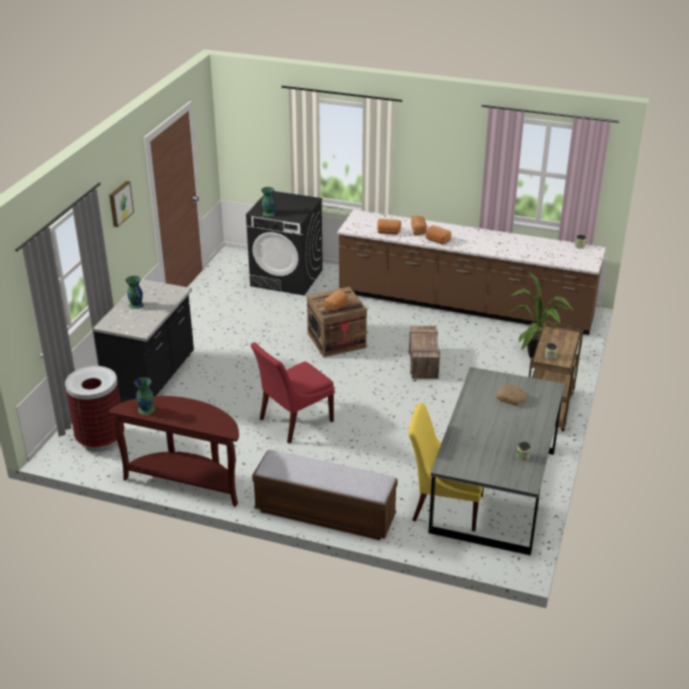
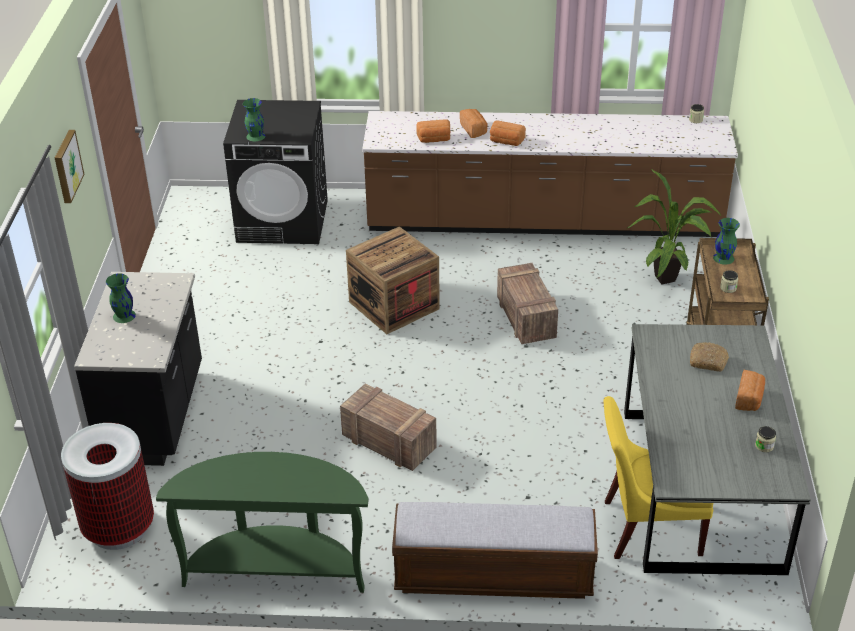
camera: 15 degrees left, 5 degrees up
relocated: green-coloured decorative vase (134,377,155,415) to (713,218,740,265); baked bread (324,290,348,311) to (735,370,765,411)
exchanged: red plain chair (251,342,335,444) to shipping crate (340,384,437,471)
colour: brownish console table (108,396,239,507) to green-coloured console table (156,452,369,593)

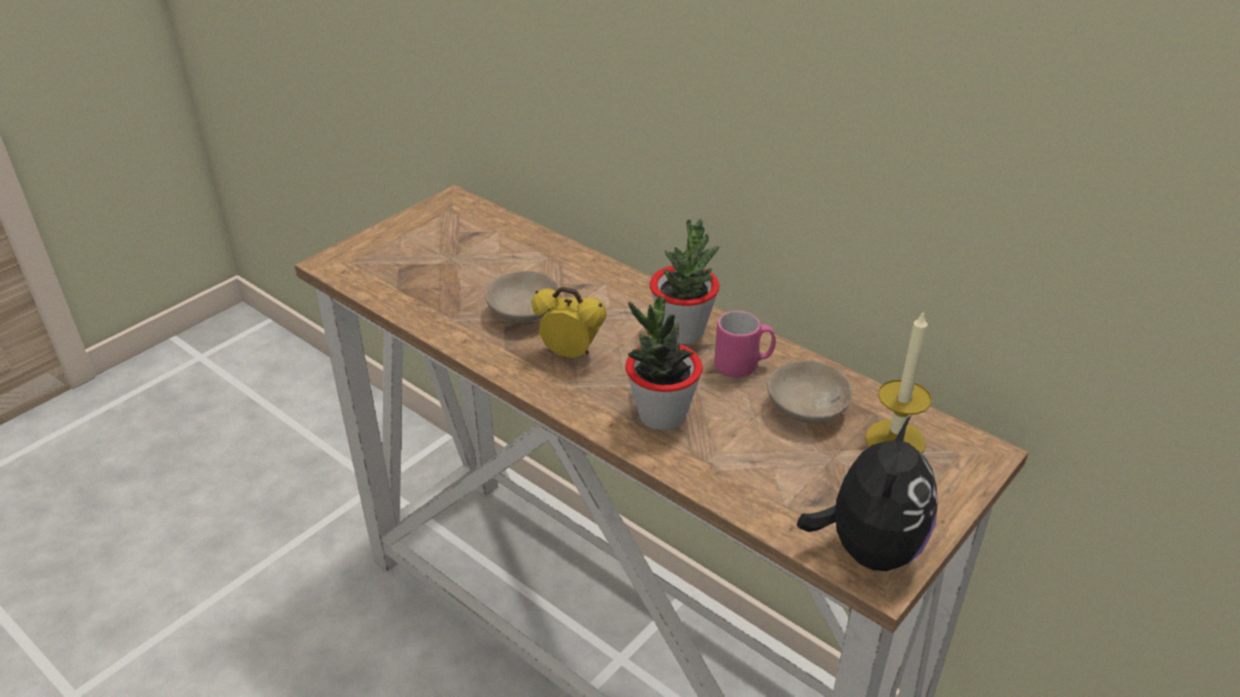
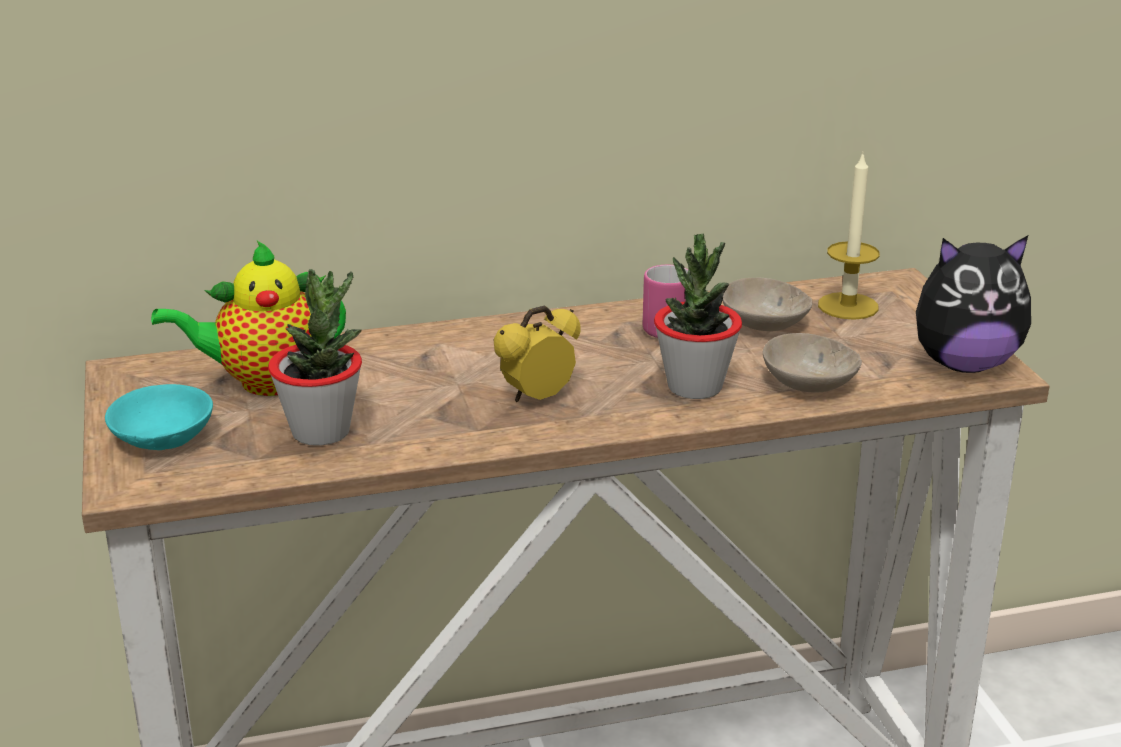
camera: 55 degrees left, 10 degrees down
appeared: turquoise bowl (105,384,213,450); pot for tea (151,241,346,396)
relocated: sand-coloured bowl (485,271,560,323) to (763,333,862,393); potted plant (650,219,720,344) to (268,269,362,446)
spun: plush toy (797,416,938,571) = (916,235,1031,373) 120 degrees clockwise

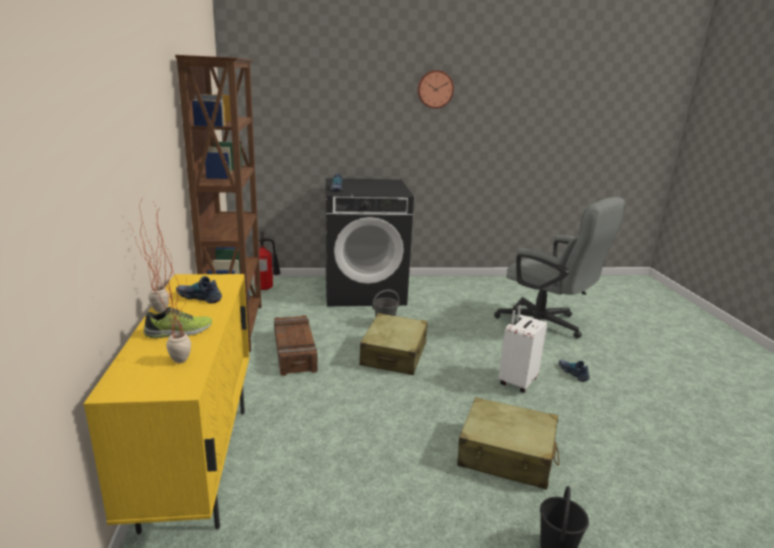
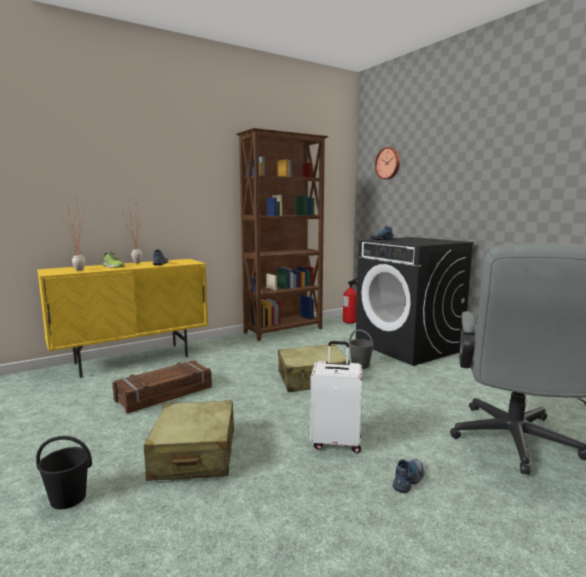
camera: 65 degrees right, 10 degrees down
relocated: shipping crate (274,315,318,376) to (112,361,212,414); hanging clock (418,70,454,109) to (375,147,400,180)

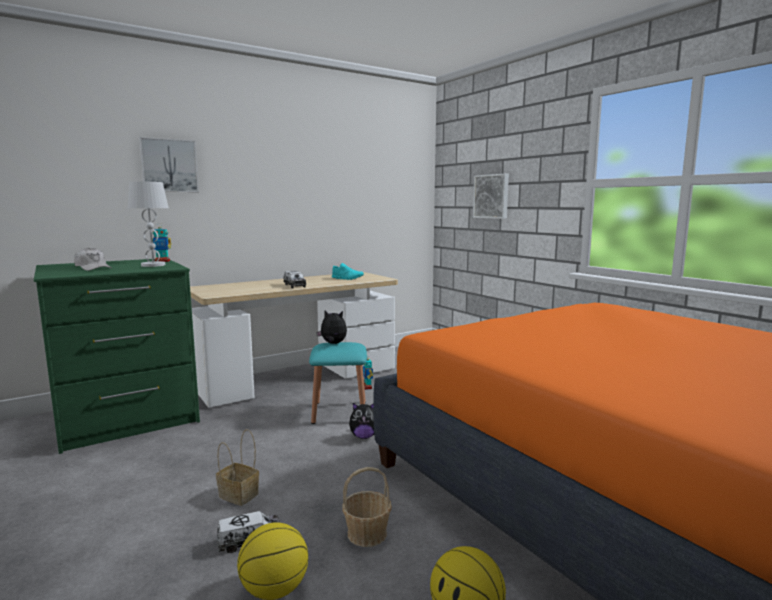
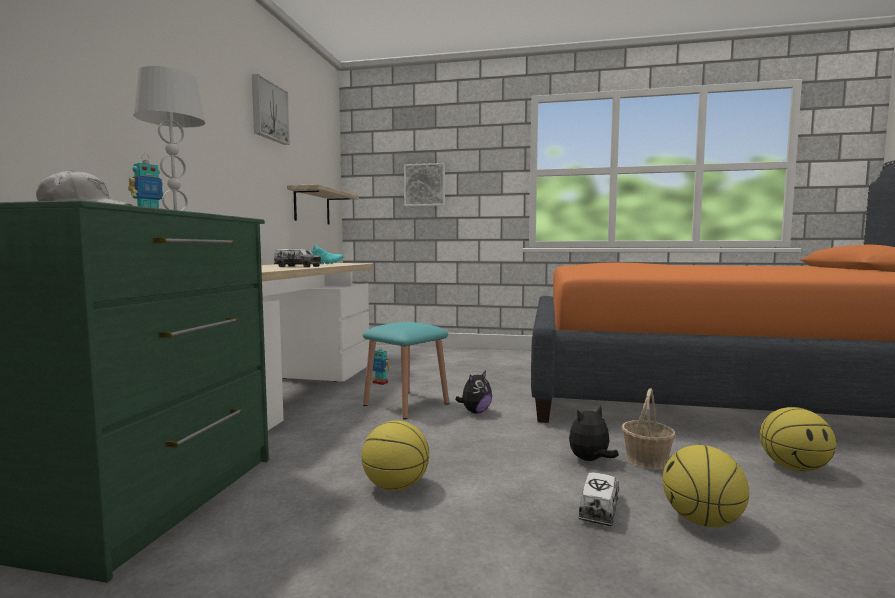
camera: 45 degrees left, 5 degrees down
missing: household basket (216,429,259,506)
appeared: wall shelf (287,184,359,224); ball for basketball (362,420,429,491)
relocated: wall art (139,137,199,192) to (252,74,290,145); plush toy (316,310,347,344) to (569,405,619,461)

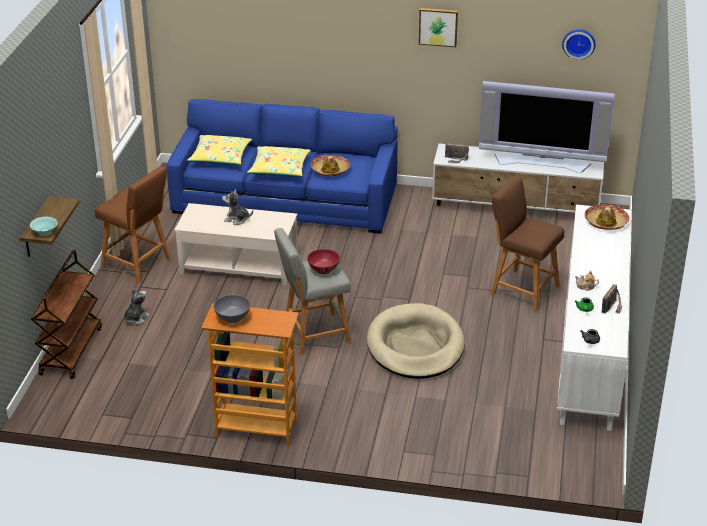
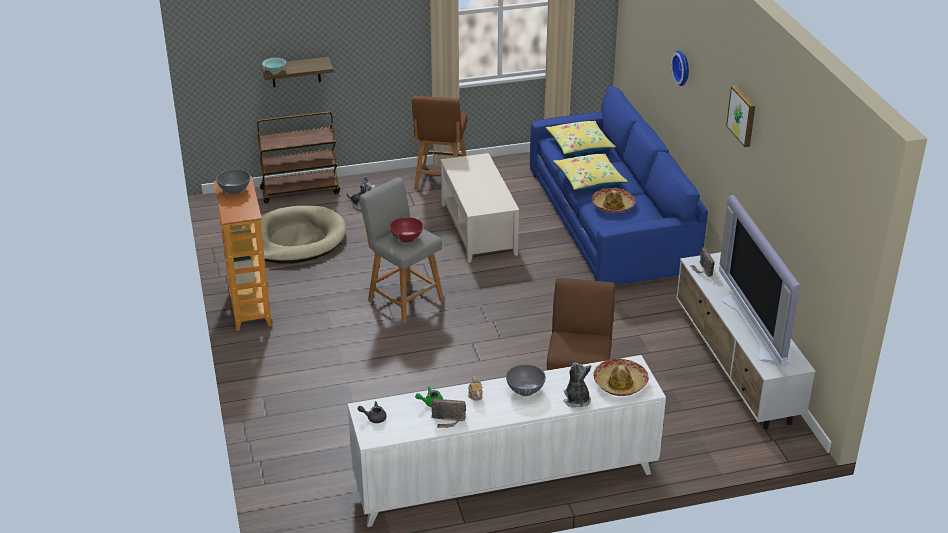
camera: 65 degrees right, 0 degrees up
appeared: gray bowl (506,364,546,396)
relocated: plush toy (222,189,253,225) to (563,363,591,408); sand-coloured dog bed (367,303,465,379) to (260,205,346,264); hanging clock (562,29,596,60) to (671,50,689,86)

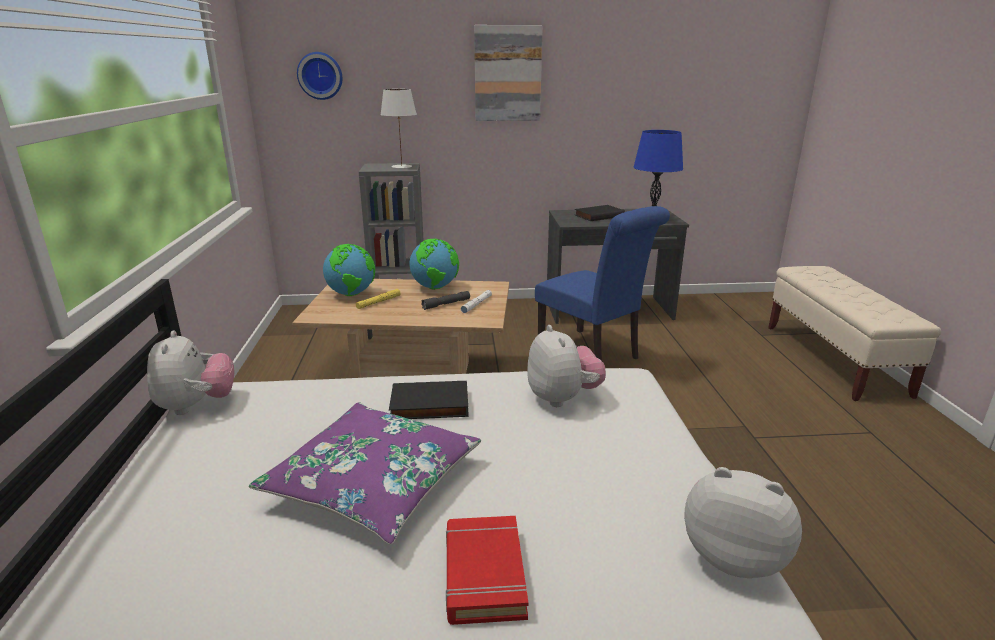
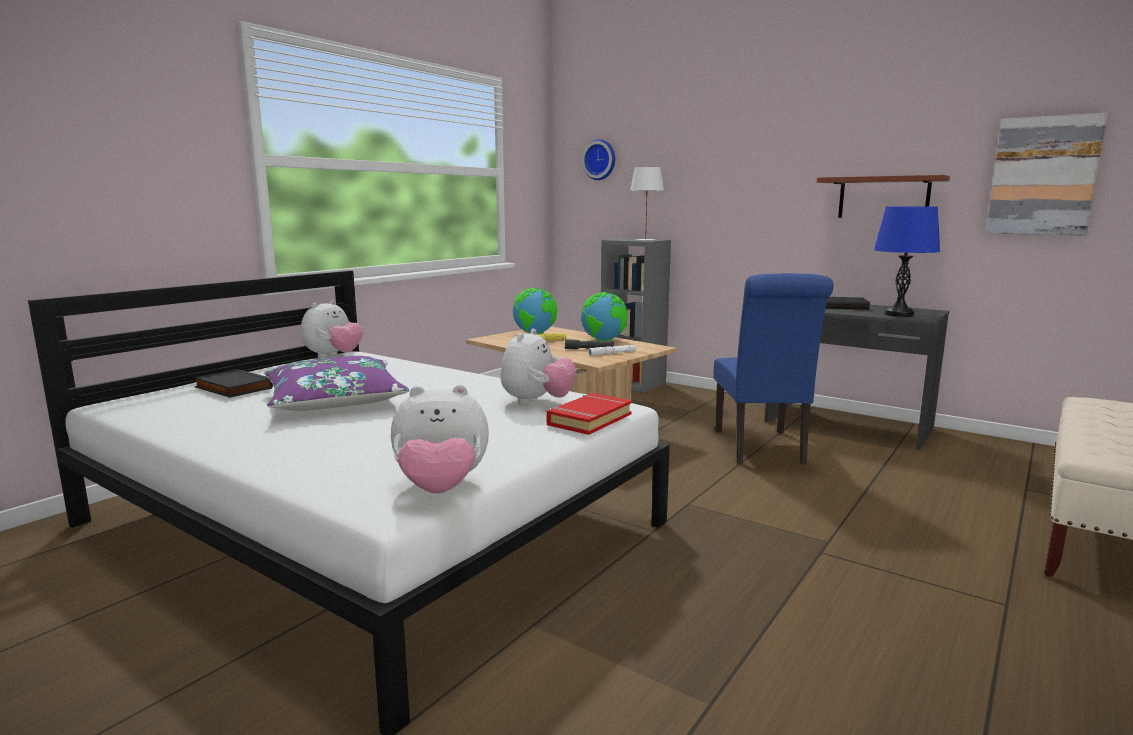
camera: 40 degrees right, 10 degrees down
appeared: wall shelf (817,175,950,218)
relocated: black book (389,381,469,419) to (194,369,273,398); red book (446,516,528,625) to (547,393,632,435); wall art (474,25,543,121) to (986,113,1108,236)
spun: plush toy (684,467,802,578) = (391,385,489,493) 105 degrees clockwise

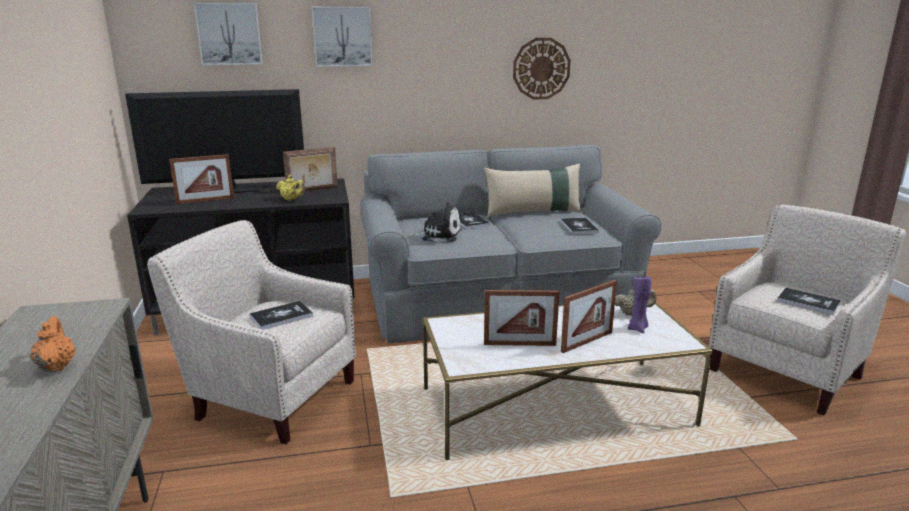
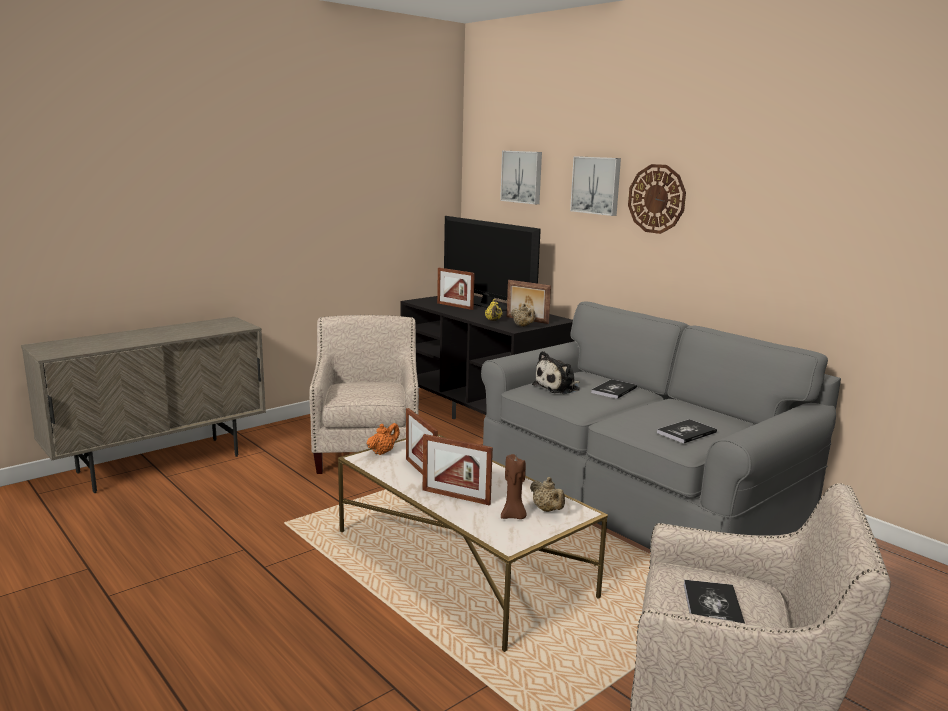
camera: 60 degrees right, 5 degrees down
missing: book (249,301,313,330); sand-coloured pillow (484,164,582,217)
appeared: sand-coloured pot for tea (511,304,536,327)
relocated: orange-coloured pot for tea (30,316,76,373) to (366,423,400,455); hanging clock (513,38,571,100) to (628,164,686,234)
colour: purplish wax candle (628,276,652,333) to brownish wax candle (501,454,527,519)
spun: plush toy (408,202,461,243) = (532,351,580,394) 75 degrees clockwise

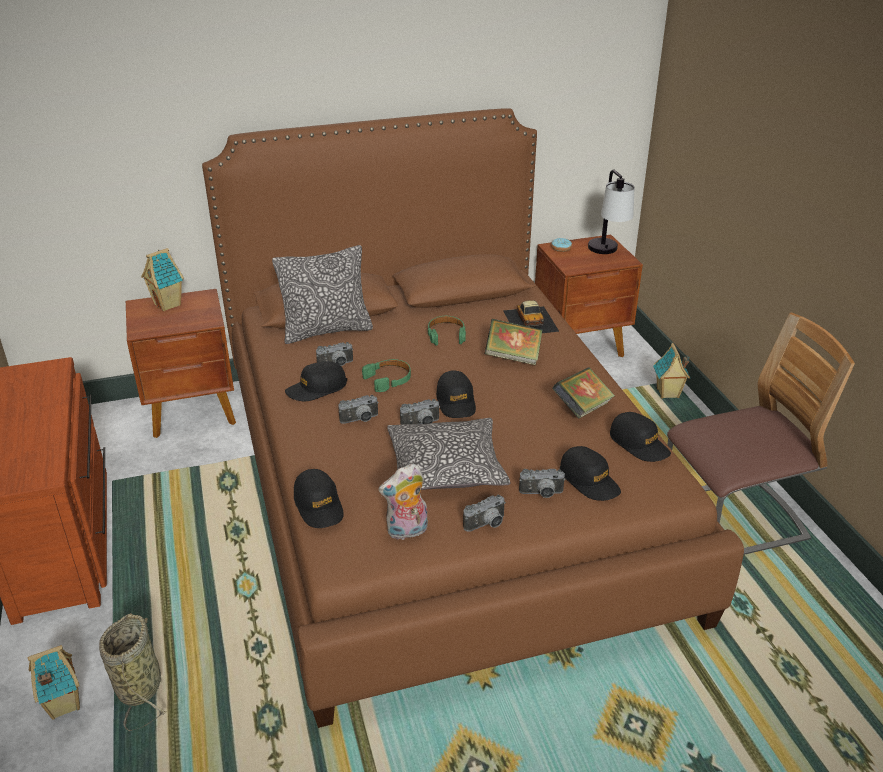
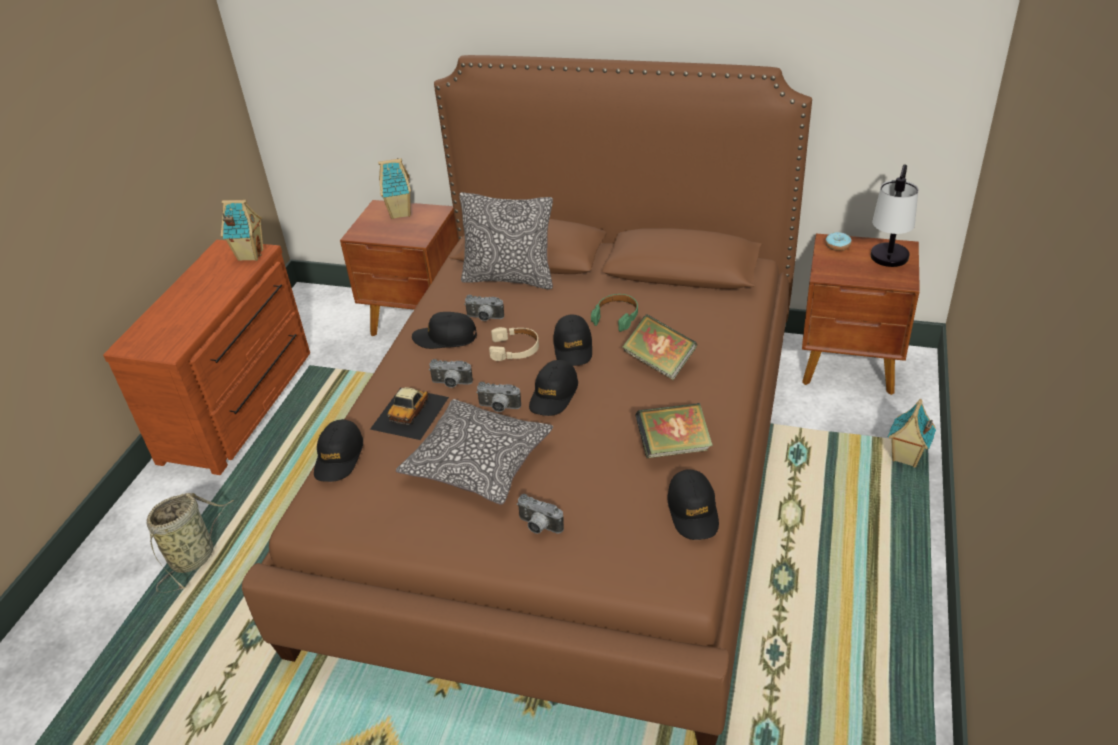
camera: 35 degrees right, 5 degrees up
missing: plush toy (379,463,428,541); photo camera (463,495,506,532); plain chair (667,313,855,555)
relocated: toy house (27,645,80,720) to (221,200,263,261); model car (503,300,559,333) to (370,387,449,440); black cap (560,446,621,501) to (553,314,592,366)
colour: green-coloured headset (362,359,411,392) to sand-coloured headset (489,327,539,361)

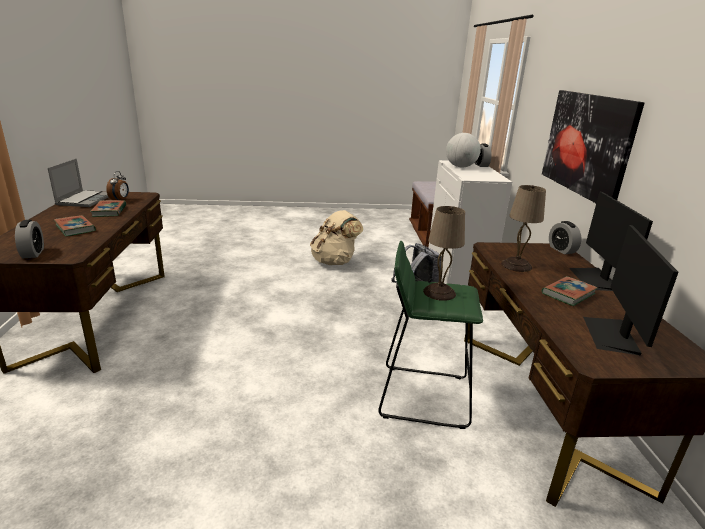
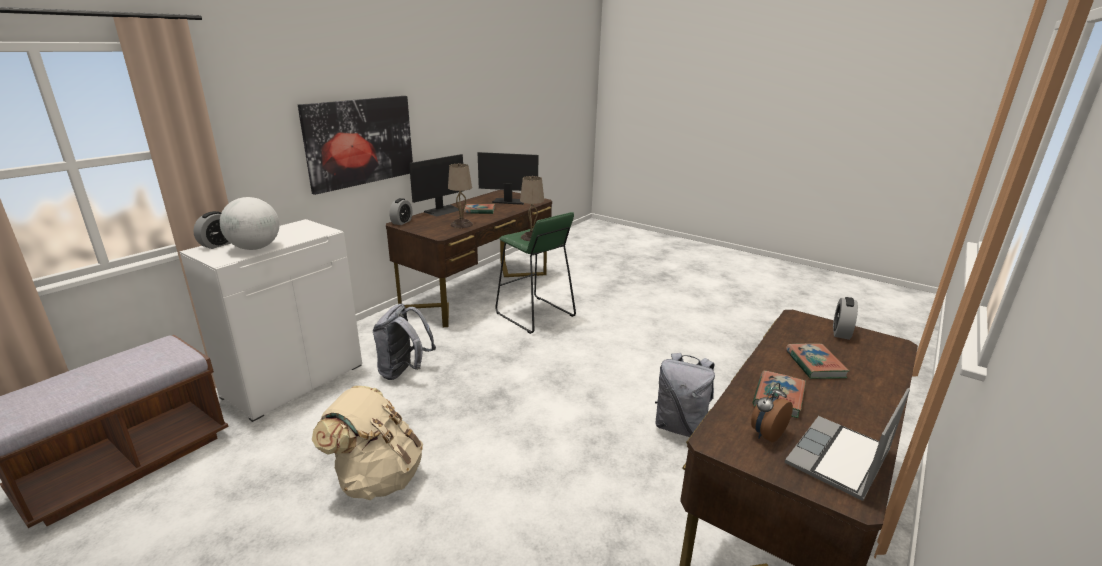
camera: 140 degrees left, 0 degrees up
appeared: gray knapsack (655,353,715,437)
spun: computer screen (583,225,679,356) = (478,152,538,205) 135 degrees counterclockwise

